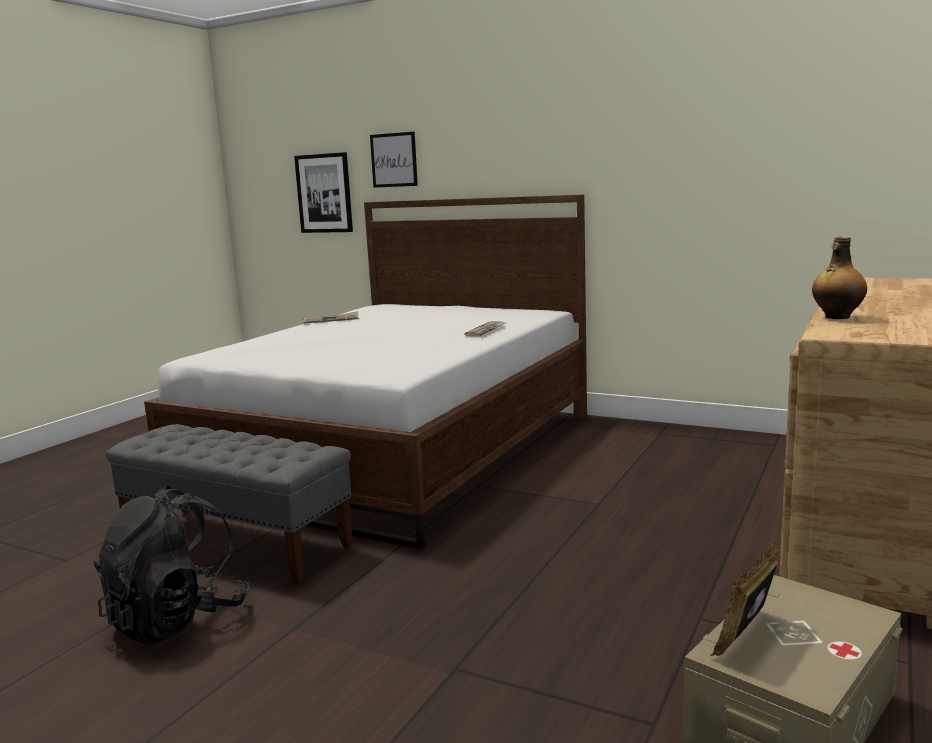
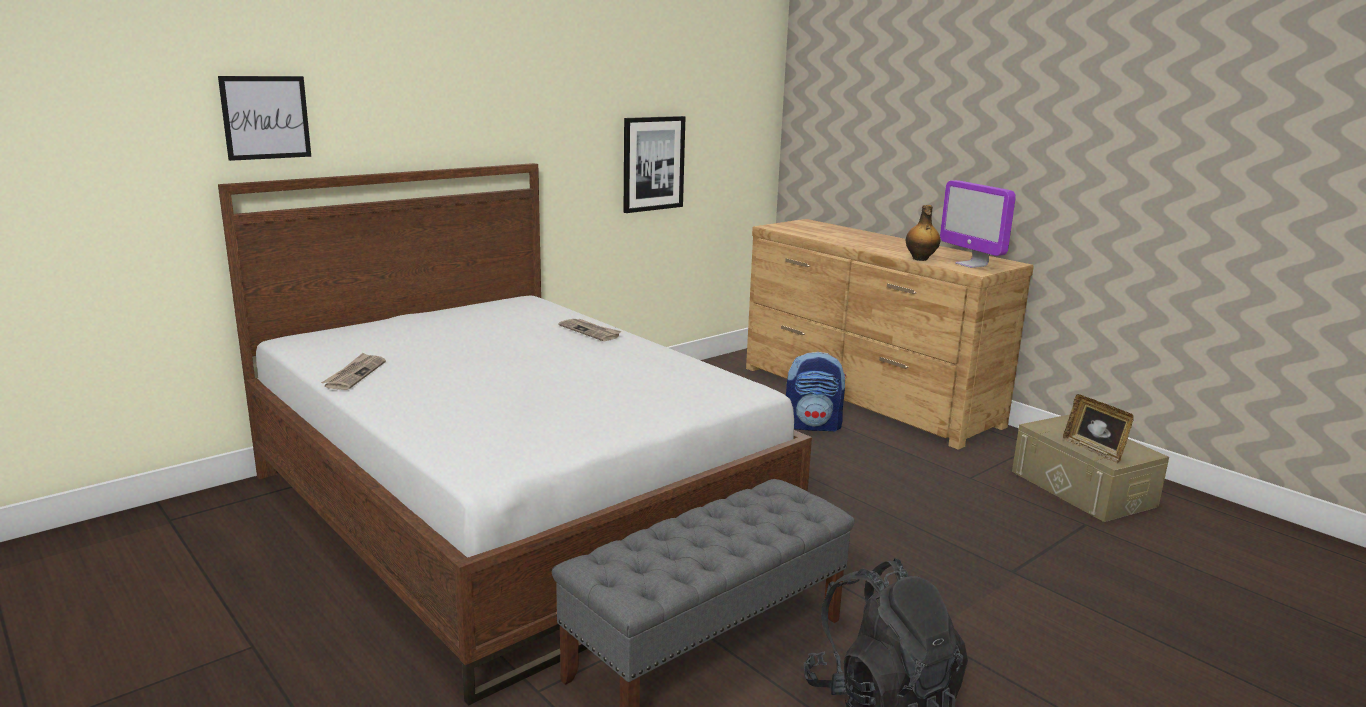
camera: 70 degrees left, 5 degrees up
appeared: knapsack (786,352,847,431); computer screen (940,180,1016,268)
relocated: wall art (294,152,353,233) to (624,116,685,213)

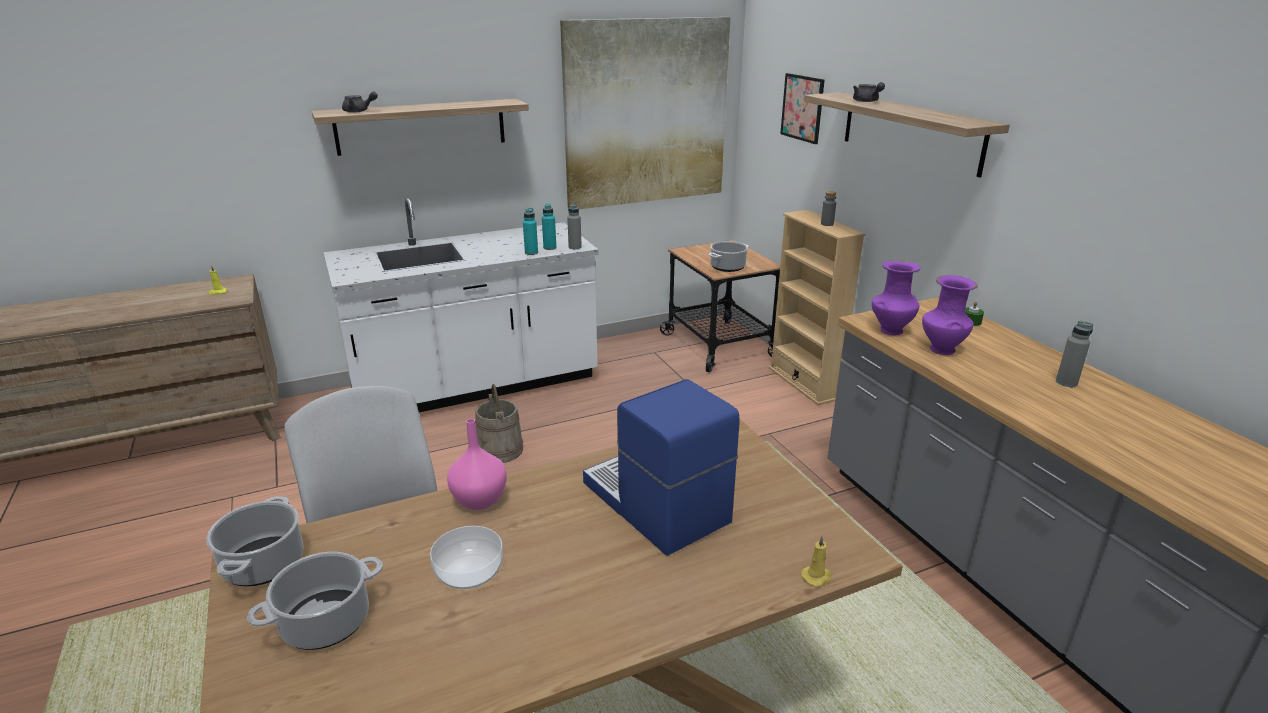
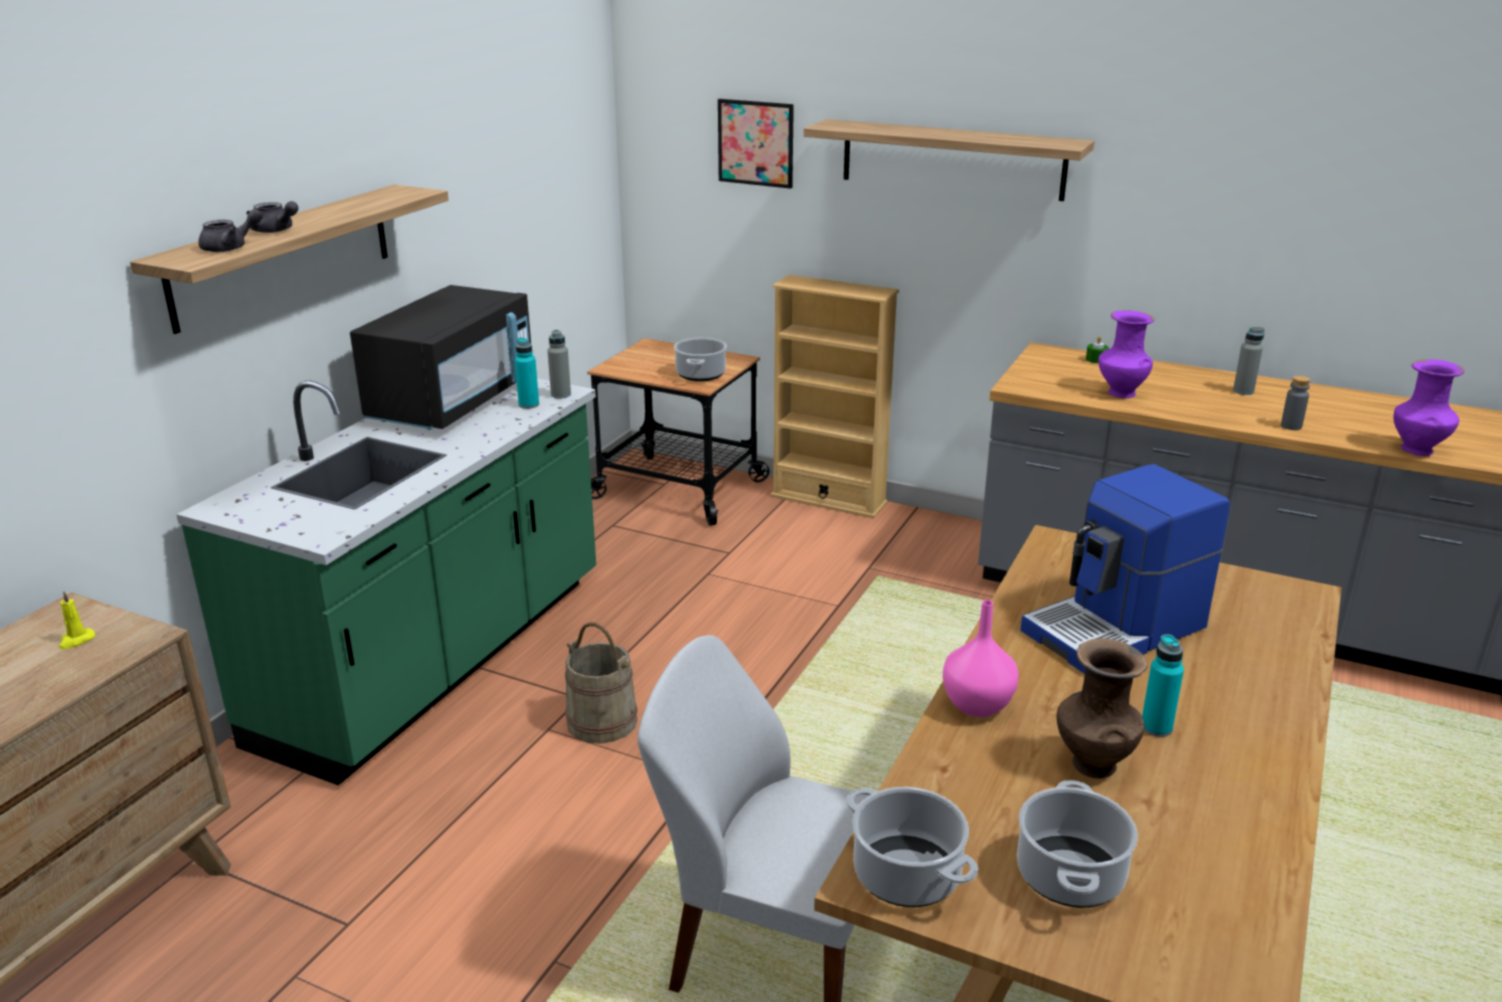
camera: 40 degrees left, 0 degrees up
missing: wall art (560,17,730,209); yellow-coloured wax candle (801,536,832,587)
appeared: black kitchen microwave (350,285,531,430)
relocated: turquoise bottle (523,208,538,255) to (1142,634,1184,737); gray bottle (821,191,836,226) to (1281,376,1310,430); gray pot for tea (853,82,885,102) to (246,201,298,233); purplish decorative vase (872,260,920,335) to (1394,359,1465,456)
exchanged: bowl (430,526,503,589) to brownish decorative vase (1057,638,1148,779)
colour: white kitchen base unit (323,198,599,412) to green-coloured kitchen base unit (176,378,596,786)
spun: coffee brewer (583,379,740,556) = (1021,464,1230,674) 45 degrees counterclockwise

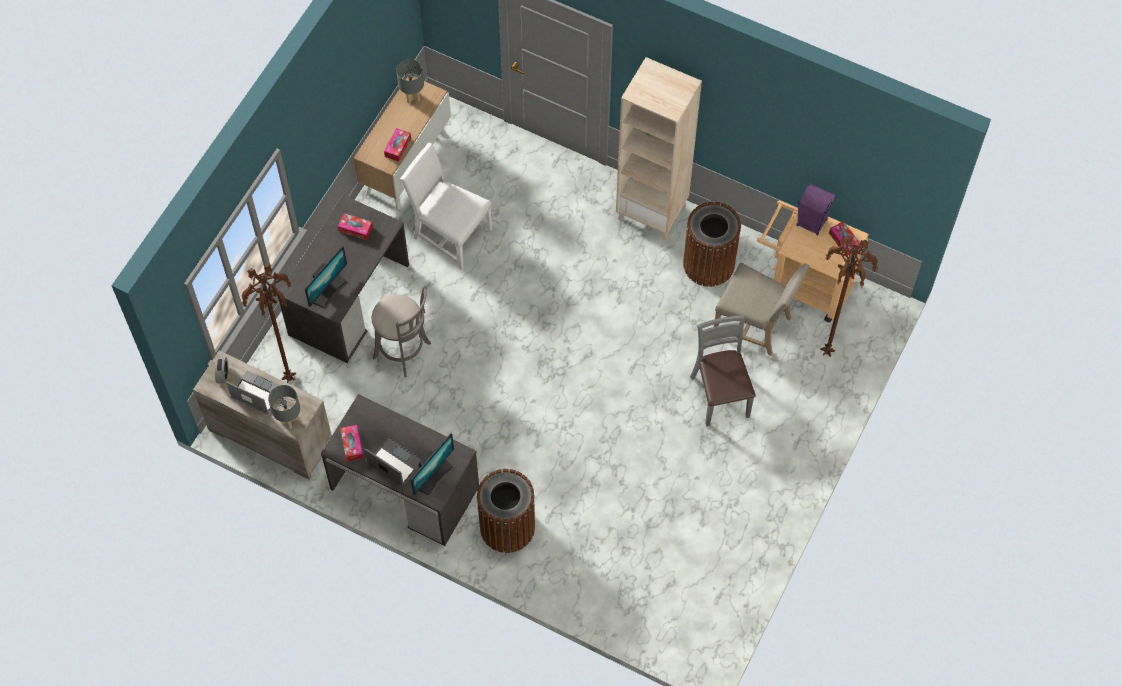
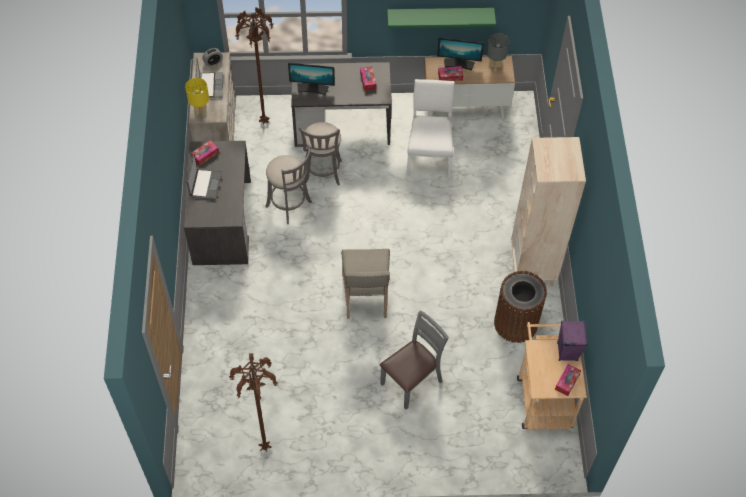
camera: 60 degrees right, 5 degrees down
missing: brownish waste bin (476,469,535,553)
appeared: gray stool seat (265,146,312,224); green-coloured wall shelf (387,8,496,28)
relocated: computer screen (411,433,454,495) to (437,38,484,71); sand-coloured plain chair (714,263,810,356) to (341,249,390,319); brownish standard lamp (820,237,878,357) to (229,353,278,452)
colour: gray lamp for a table (268,385,300,429) to yellow-coloured lamp for a table (185,78,209,116)

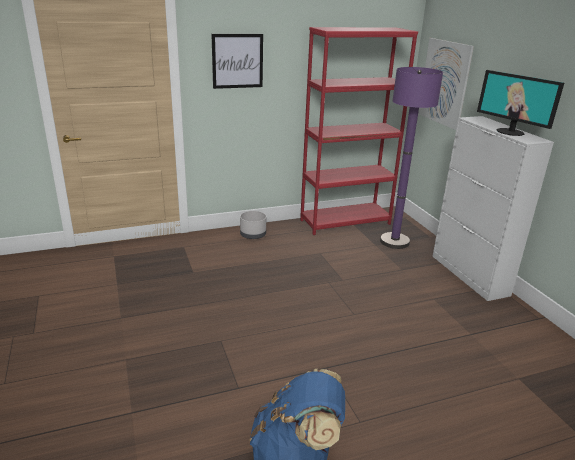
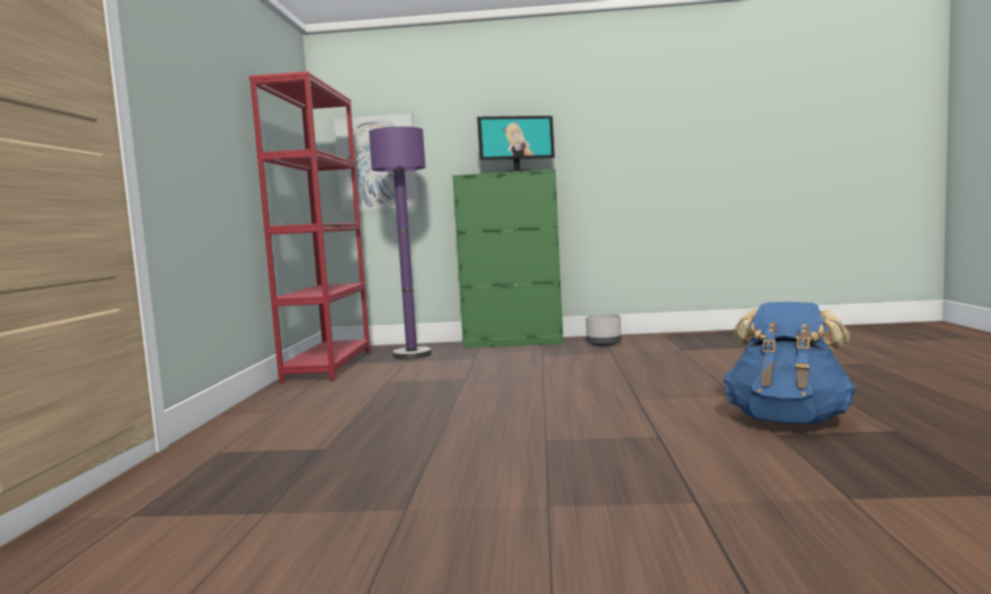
camera: 65 degrees left, 20 degrees down
missing: wall art (211,34,263,89)
relocated: gray plant pot (240,211,266,239) to (586,314,622,346)
colour: white cupboard (432,116,554,301) to green-coloured cupboard (452,169,563,348)

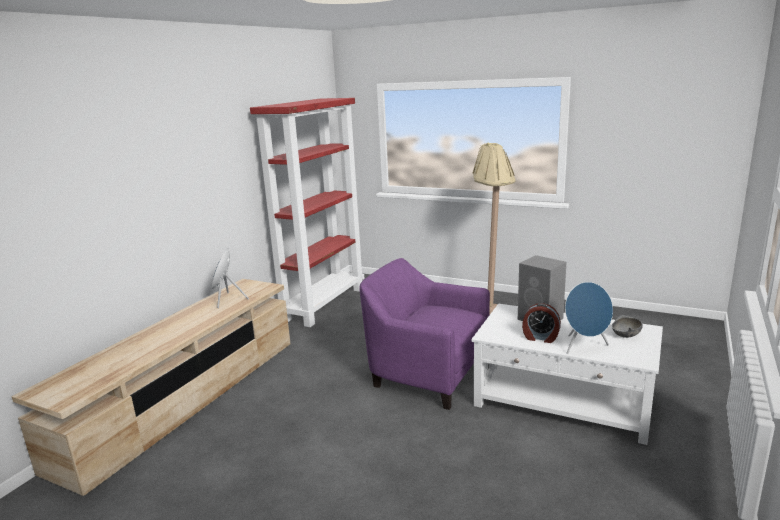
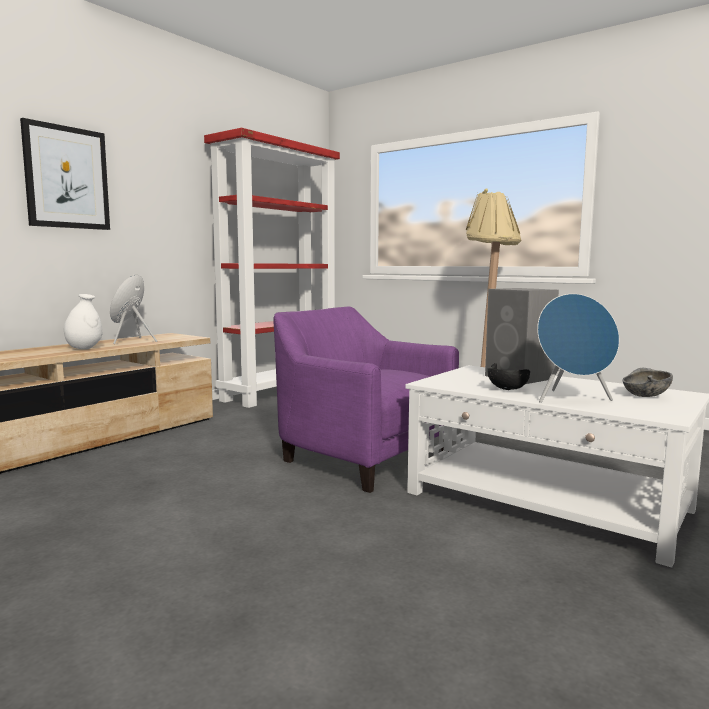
camera: 10 degrees right, 10 degrees down
appeared: wall art (20,118,110,230); white decorative vase (64,294,102,349)
exchanged: table clock (522,303,561,343) to black bowl (487,363,530,390)

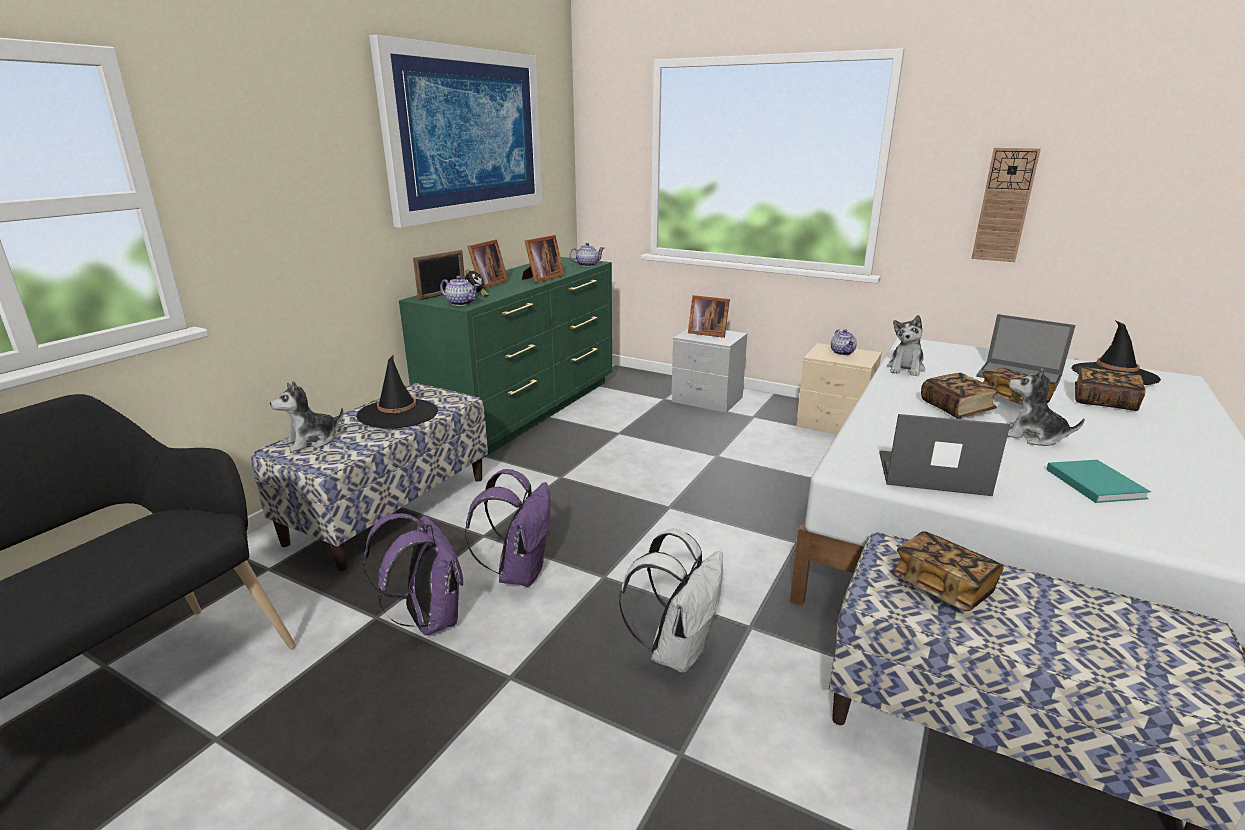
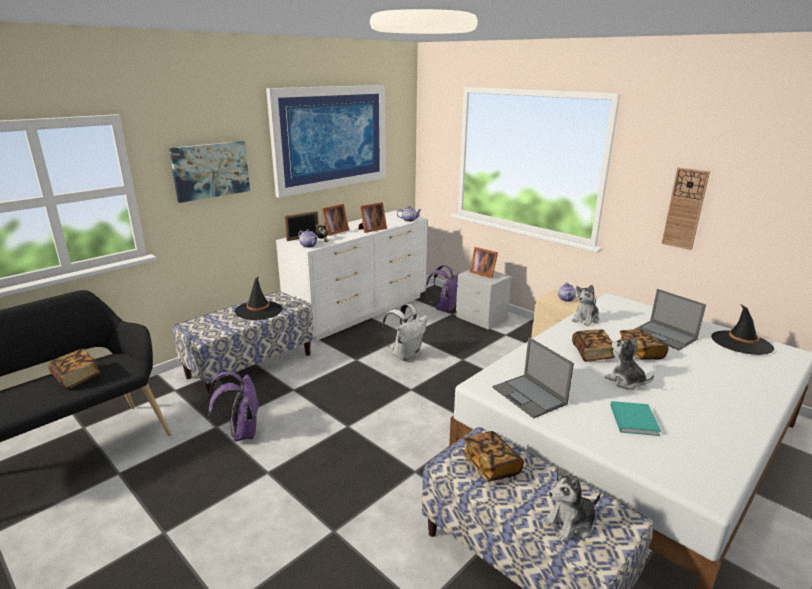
camera: 15 degrees right, 0 degrees up
appeared: wall art (169,141,250,203)
relocated: plush toy (270,381,343,452) to (543,467,601,542); purplish knapsack (465,469,550,587) to (425,265,460,313); white knapsack (619,528,723,673) to (382,304,428,361); book (1075,367,1146,411) to (48,349,100,389)
colour: green-coloured dresser (399,257,612,458) to white dresser (276,211,427,341)
spun: laptop (879,414,1010,496) = (492,337,574,418) 150 degrees counterclockwise

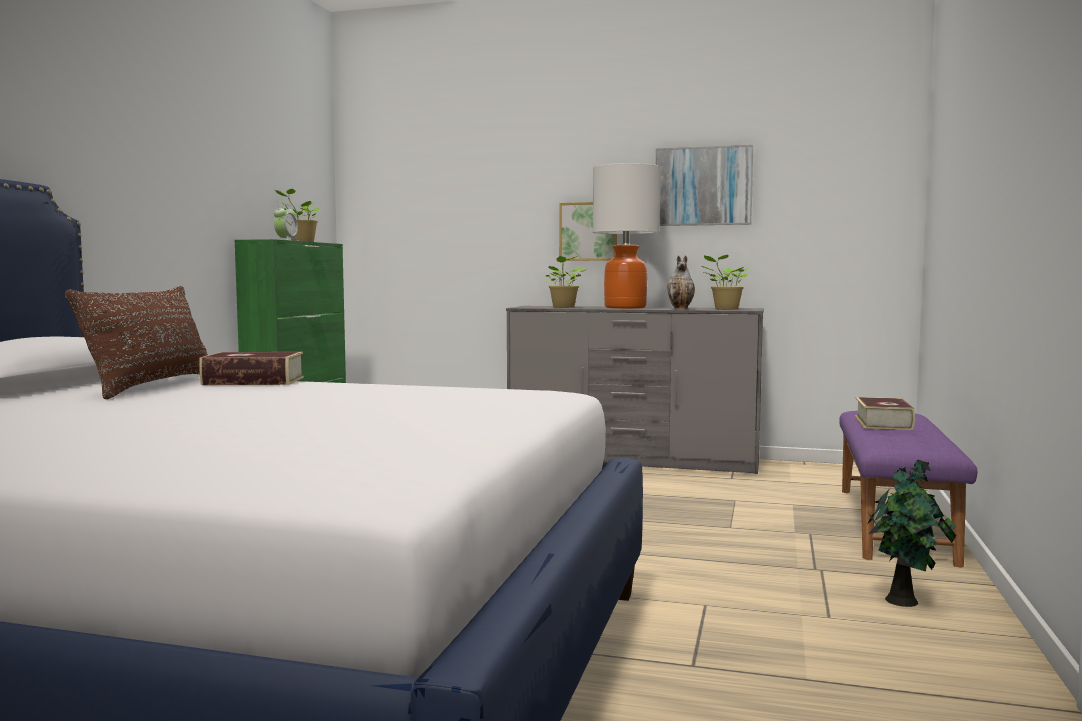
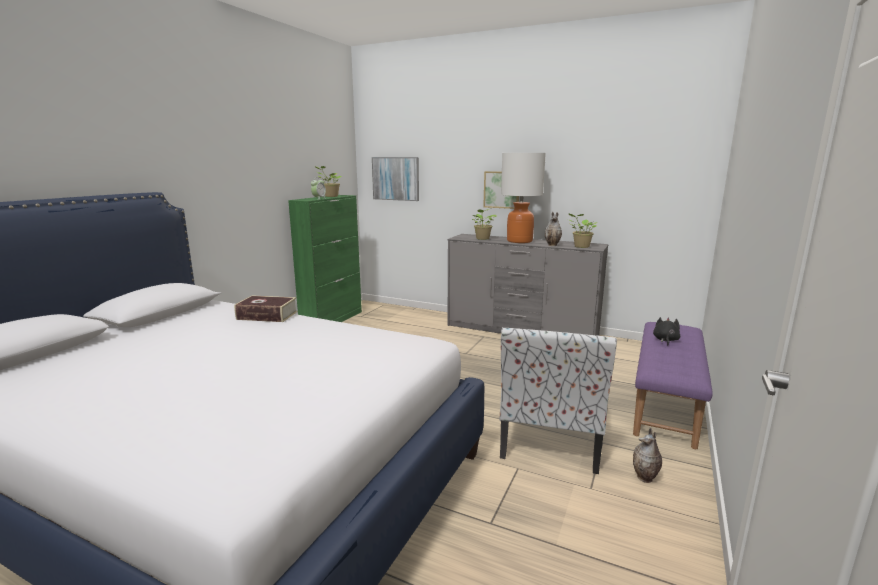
camera: 10 degrees right, 10 degrees up
missing: brownish pillow (65,286,208,399)
appeared: plain chair (499,327,617,474)
relocated: wall art (656,145,753,226) to (372,157,419,201)
exchanged: book (855,397,915,430) to black plush toy (653,317,680,345); potted plant (868,459,956,607) to decorative vase (633,428,662,483)

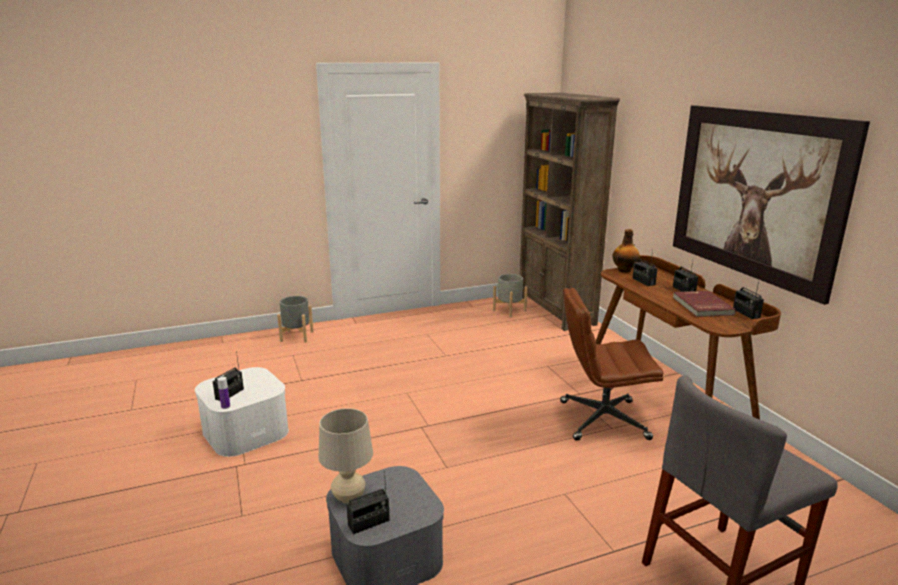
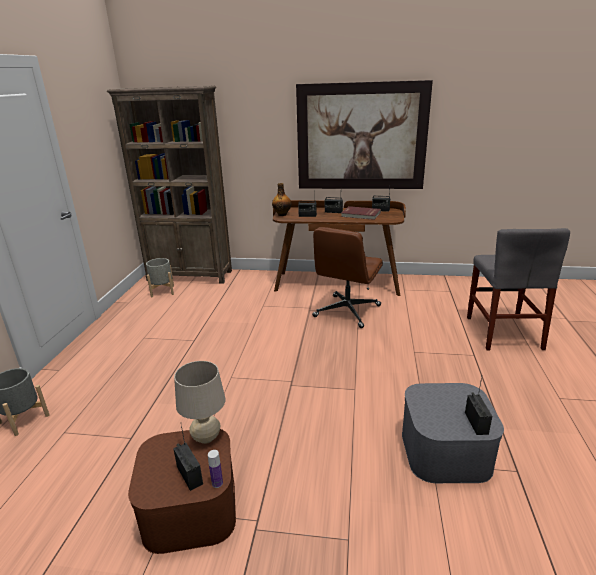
camera: 60 degrees left, 5 degrees up
relocated: sand-coloured lamp for a table (319,408,373,503) to (174,361,226,444)
colour: white storage box (195,367,289,457) to brownish storage box (128,429,236,554)

